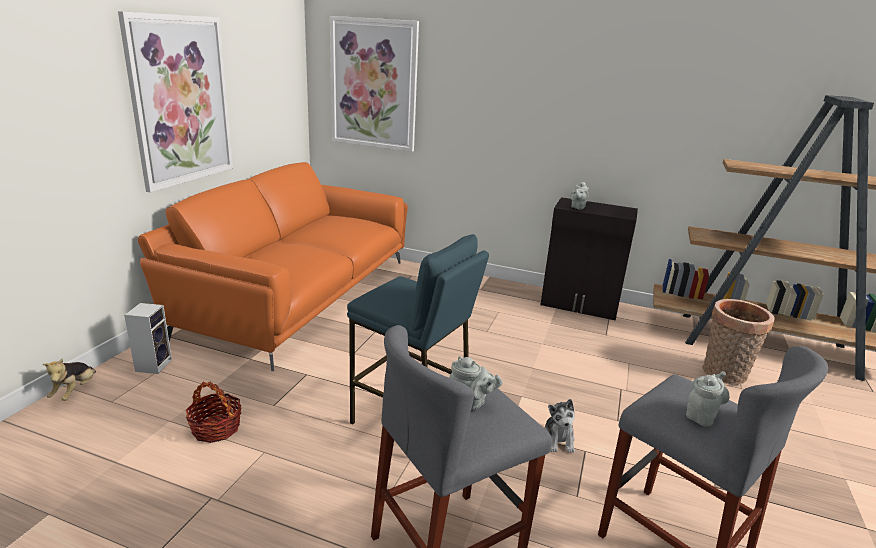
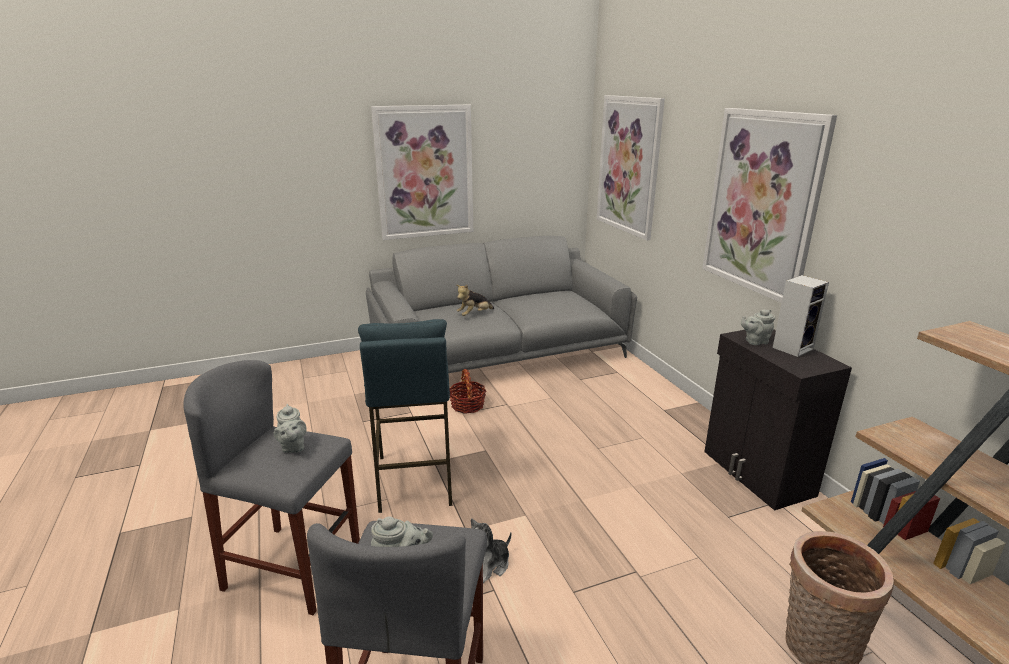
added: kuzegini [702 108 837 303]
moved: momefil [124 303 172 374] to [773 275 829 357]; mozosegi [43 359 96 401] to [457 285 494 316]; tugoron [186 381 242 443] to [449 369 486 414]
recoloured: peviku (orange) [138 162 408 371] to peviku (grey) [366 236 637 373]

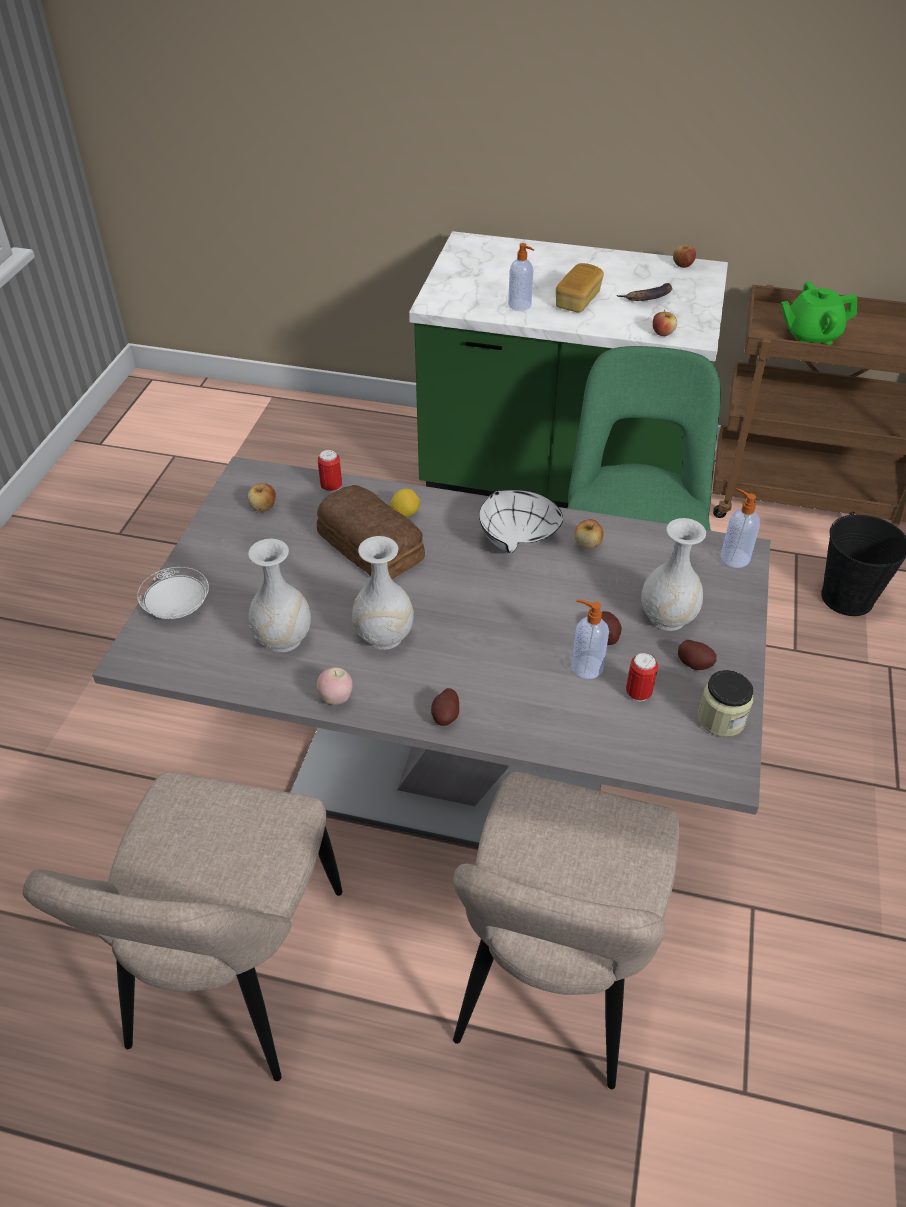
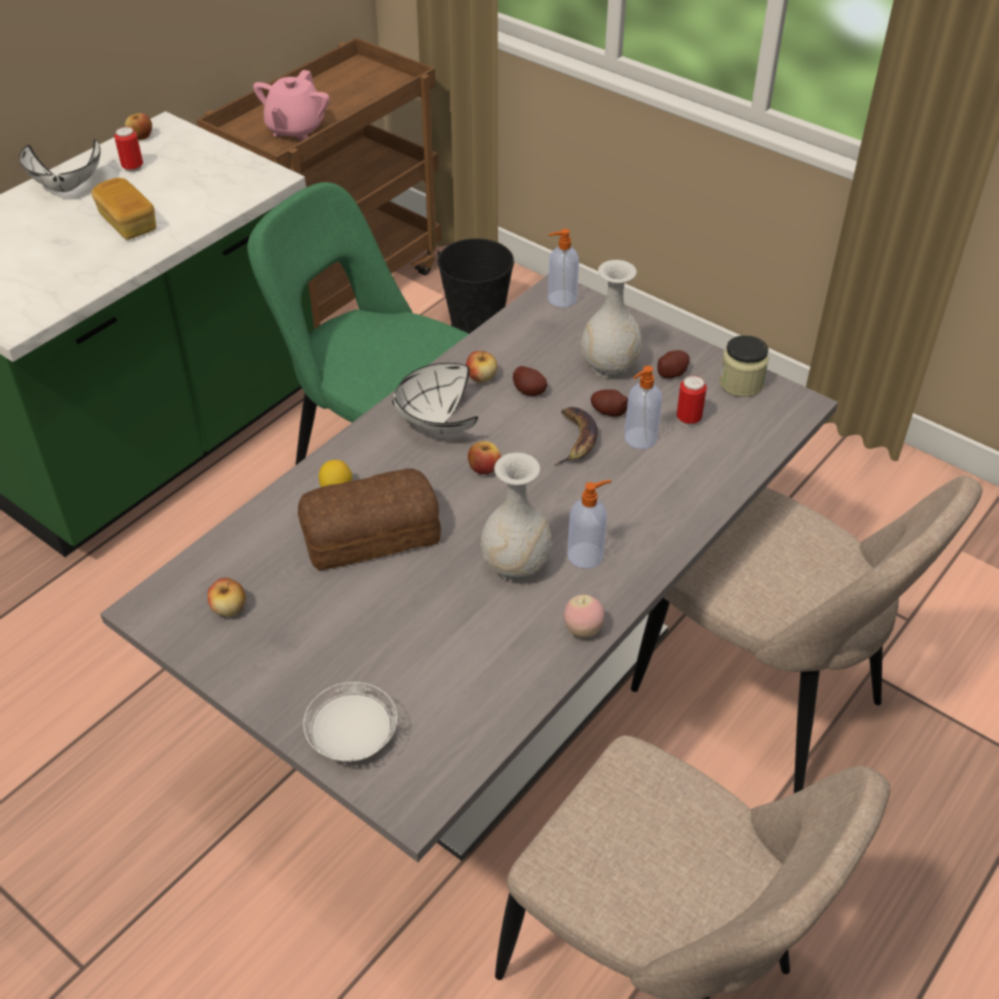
removed: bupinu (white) [248 538 311 652]
added: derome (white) [19 139 100 192]
moved: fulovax [508 243 534 311] to [568 480 611 568]; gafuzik [617 283 672 301] to [554 407 597 466]; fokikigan [652 310 677 336] to [468 441 501 475]; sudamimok [318 449 342 493] to [114 127 143 172]; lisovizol [431 688 459 726] to [513 366 547 396]
recoloured: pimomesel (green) [781 281 857 345] to pimomesel (pink) [253 70 330 141]

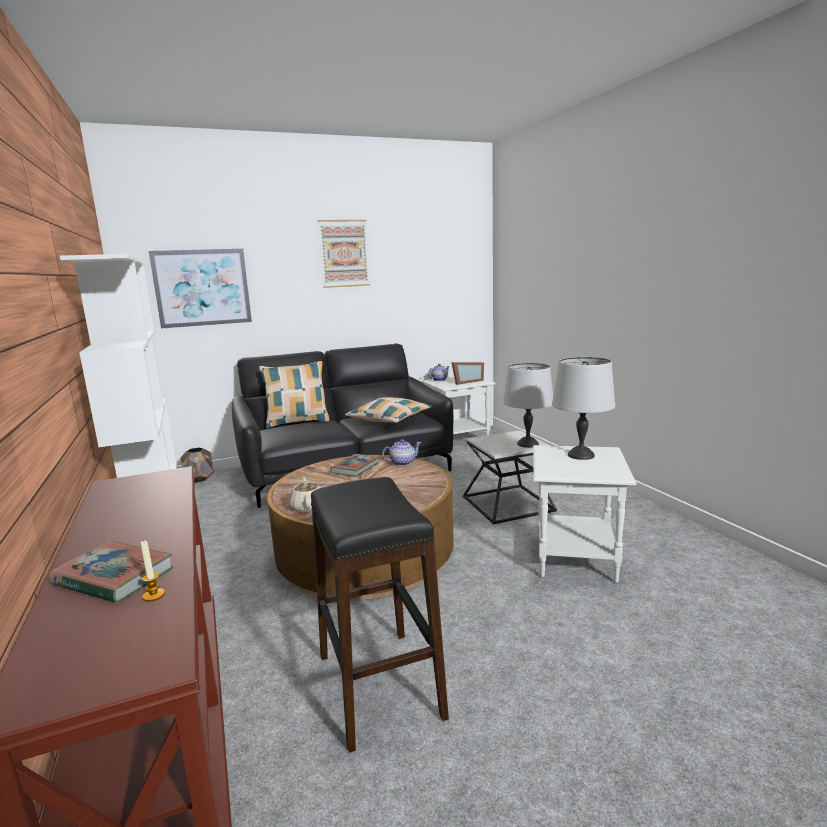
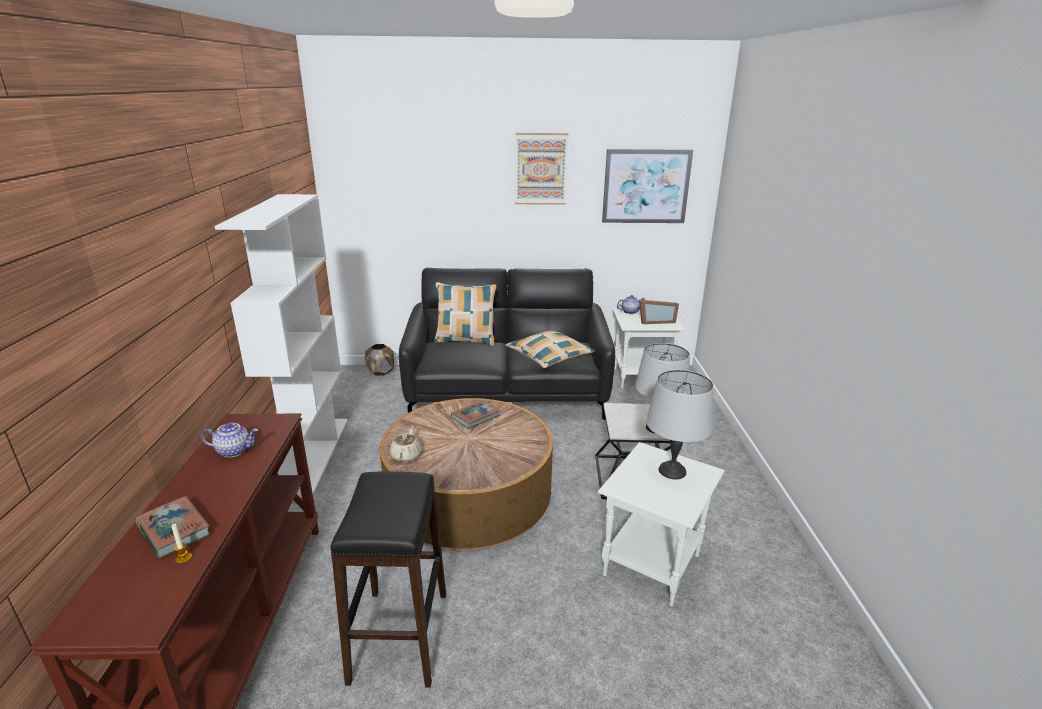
moved: kuzegini [149 249 252 328] to [602 149 693 223]; pimomesel [382 439 421 466] to [201 423 258 458]

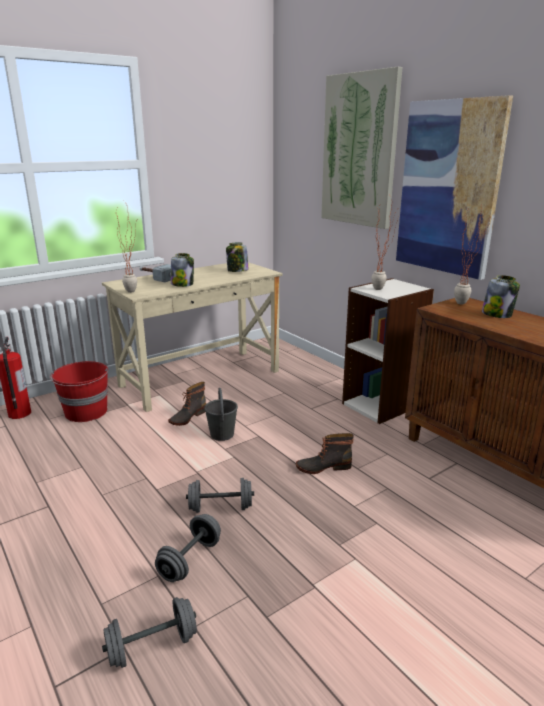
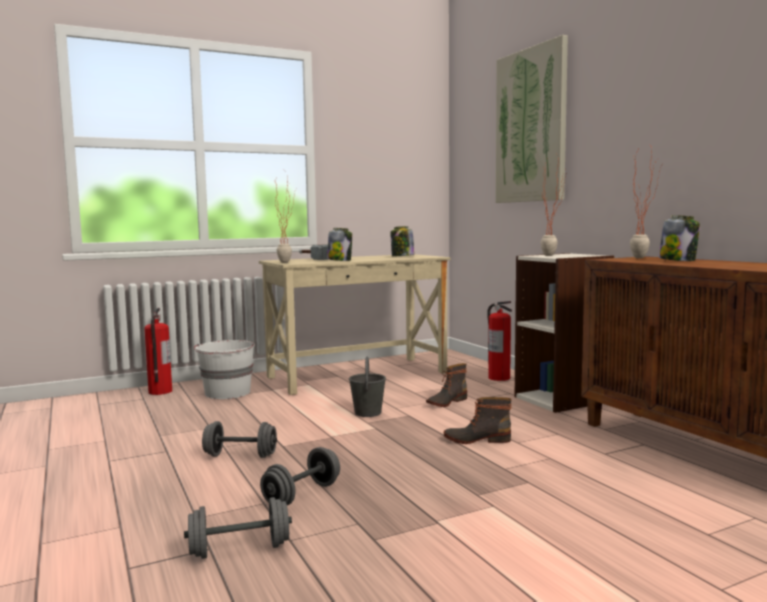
removed: kuzegini [396 95 513 280]
added: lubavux [487 301 512 381]
moved: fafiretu [168 382 206 426] to [426 363 467 407]; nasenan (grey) [186 478 254 513] to [202 421 277 458]
recoloured: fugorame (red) [50 361 108 422] to fugorame (white) [194 340 255 399]

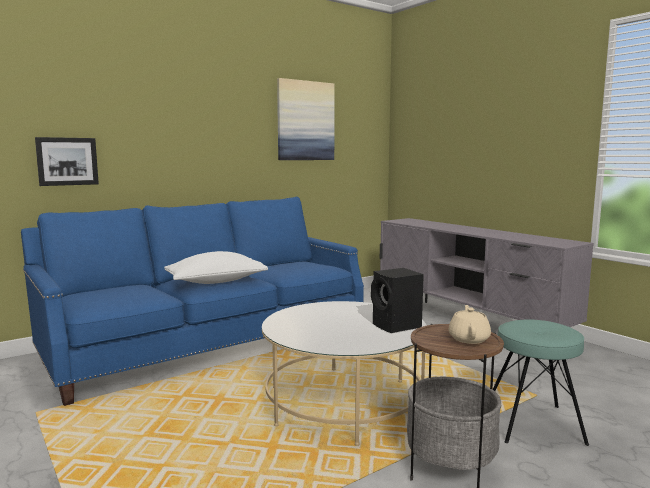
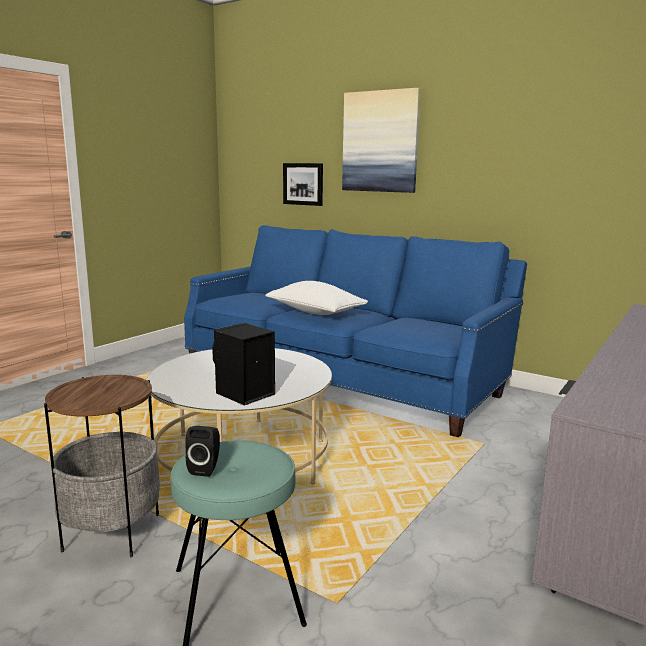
removed: pimomesel (beige) [449 305 491 344]
added: momefil (black) [185 426 220 477]
moved: kuzegini [277 78 335 160] to [342 88 421 193]

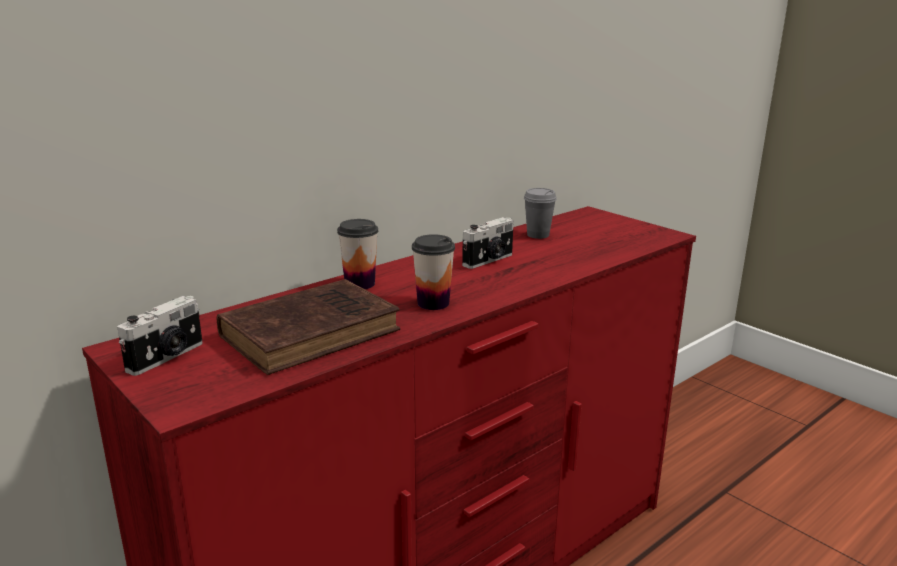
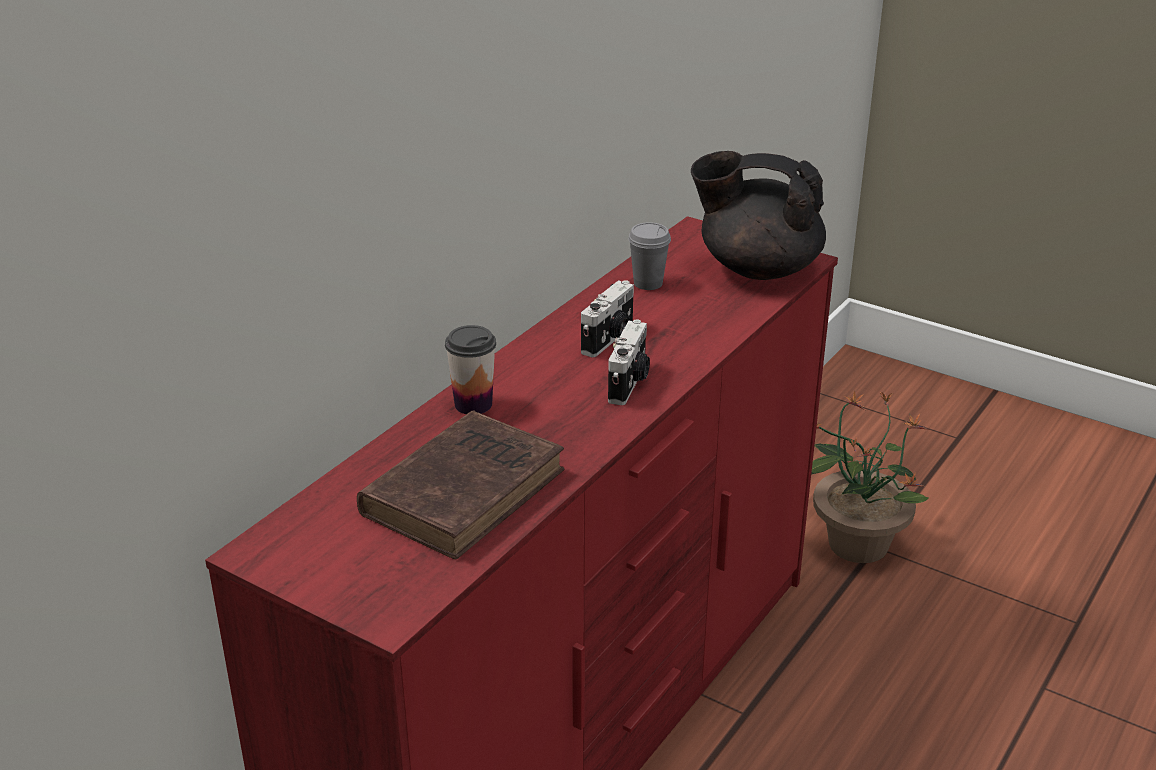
removed: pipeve [412 234 455 310]
added: pimomesel (black) [691 151 826 280]; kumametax [811 391 929 563]
moved: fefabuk [117 296 203 376] to [608 319 650 405]

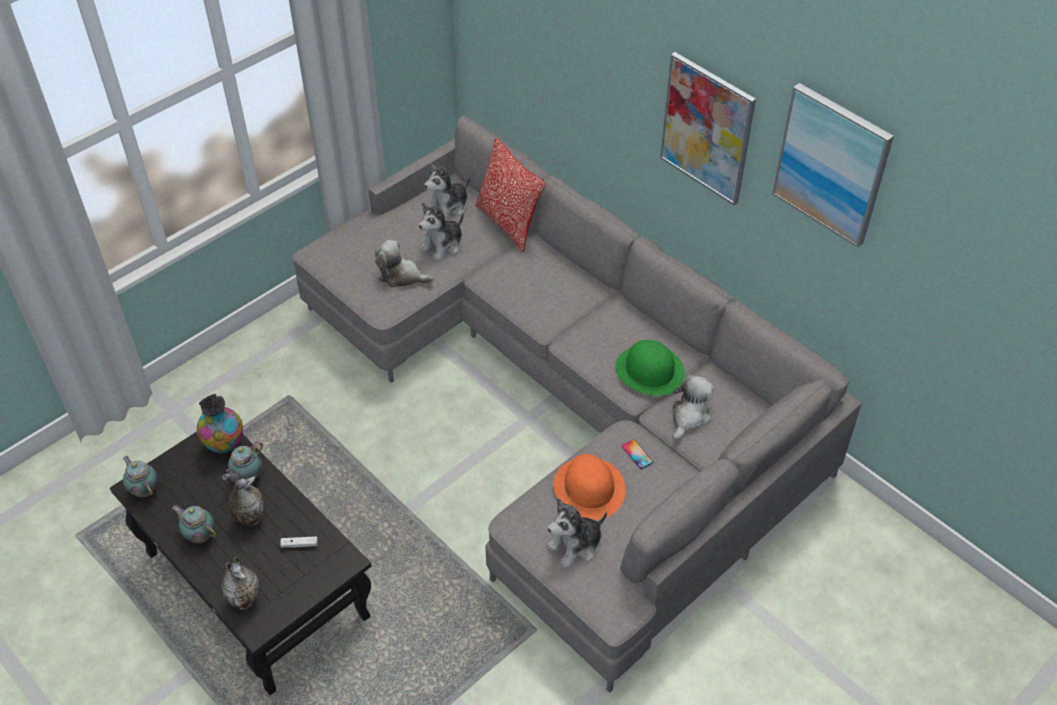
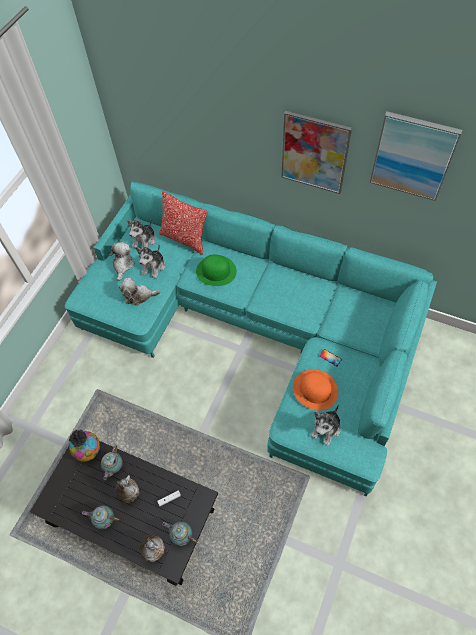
moved: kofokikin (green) [615 340 685 396] to [196 254 237 286]; mozosegi [672 375 714 441] to [109 242 135 281]; pimomesel [123 456 158 497] to [162 521 197 546]
recoloured: peviku (grey) [292 115 862 693] to peviku (turquoise) [65 182 437 497]

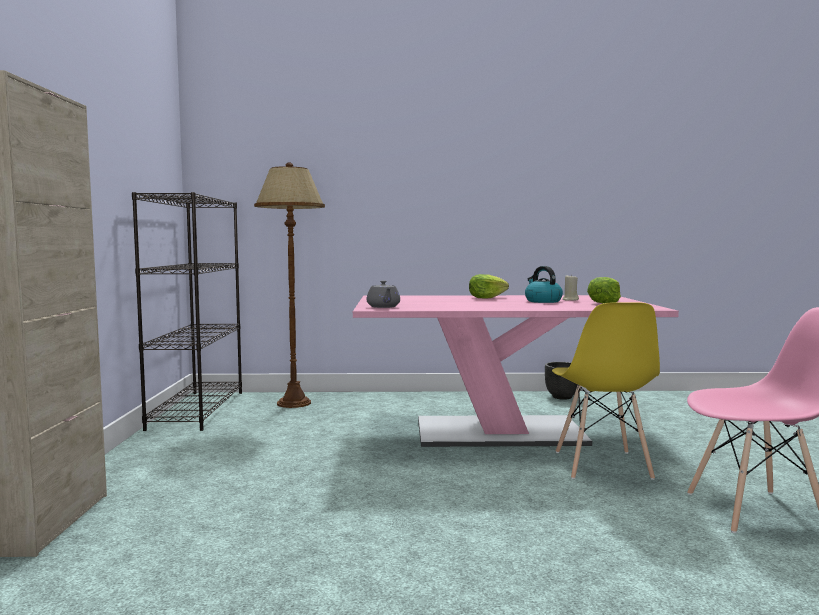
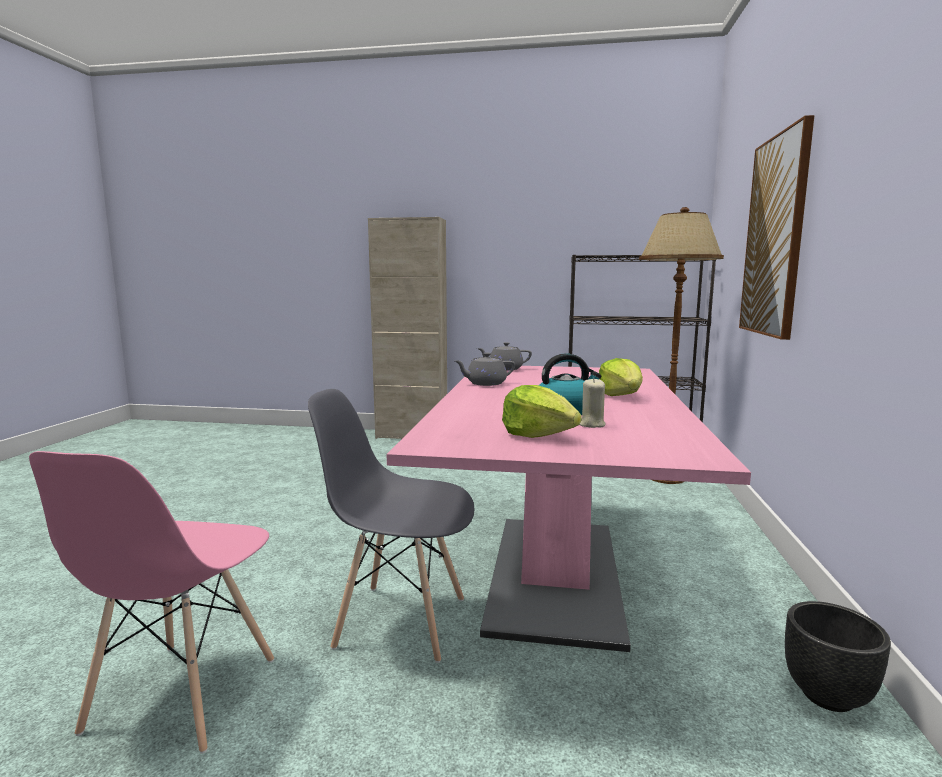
added: kuzegini [739 115 814 340]; pimomesel (grey) [455 353 515 386]
recoloured: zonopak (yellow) [552 302 660 480] to zonopak (grey) [308 389 474 663]

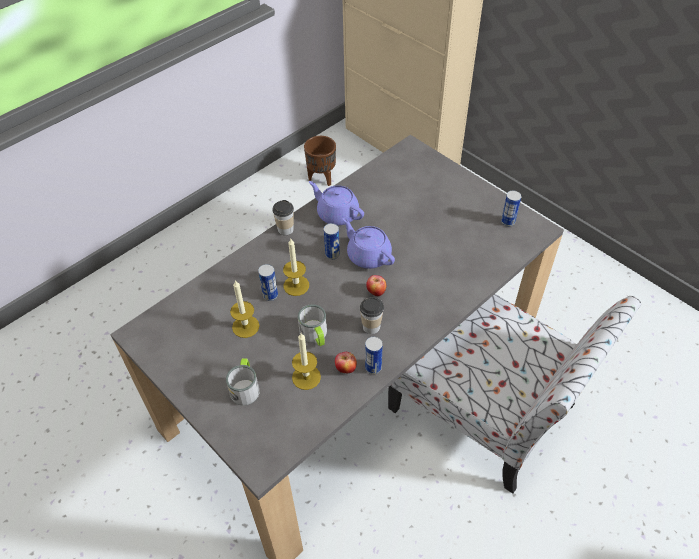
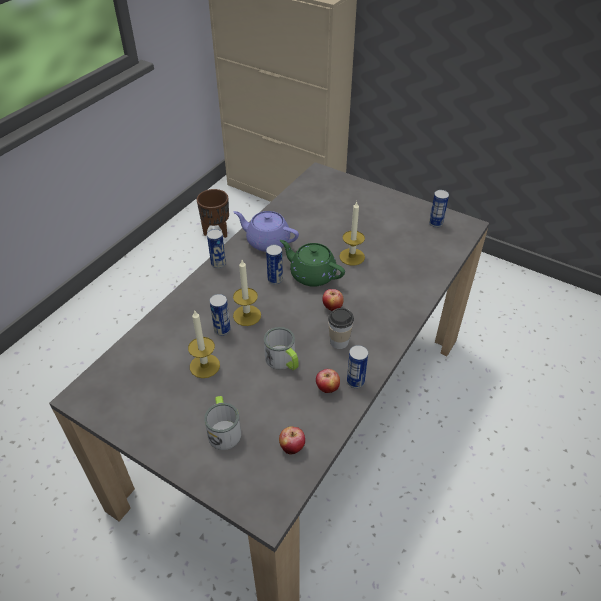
removed: zonopak [388 294 641 493]
added: fokikigan [279 426 305 455]
moved: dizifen [292 333 321 390] to [339 201 365 266]
replaced: pipeve [273 200 294 235] to sudamimok [207 229 226 268]
recoloured: pimomesel (purple) [342 218 395 269] to pimomesel (green) [280 240 345 287]

